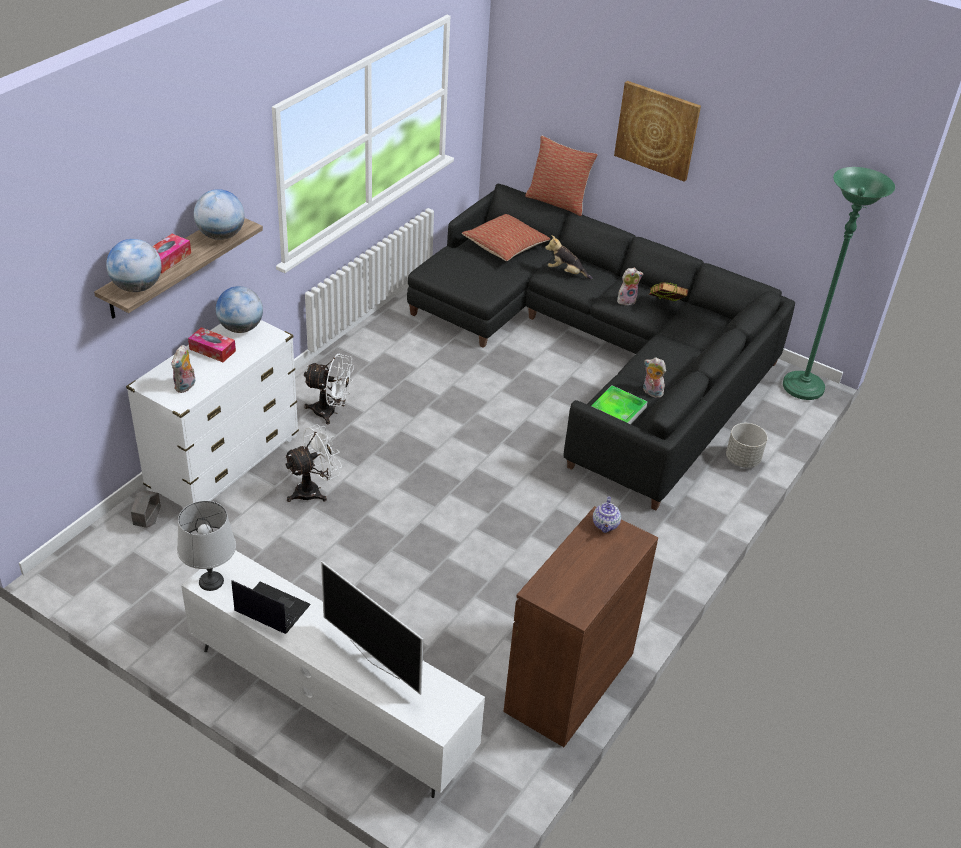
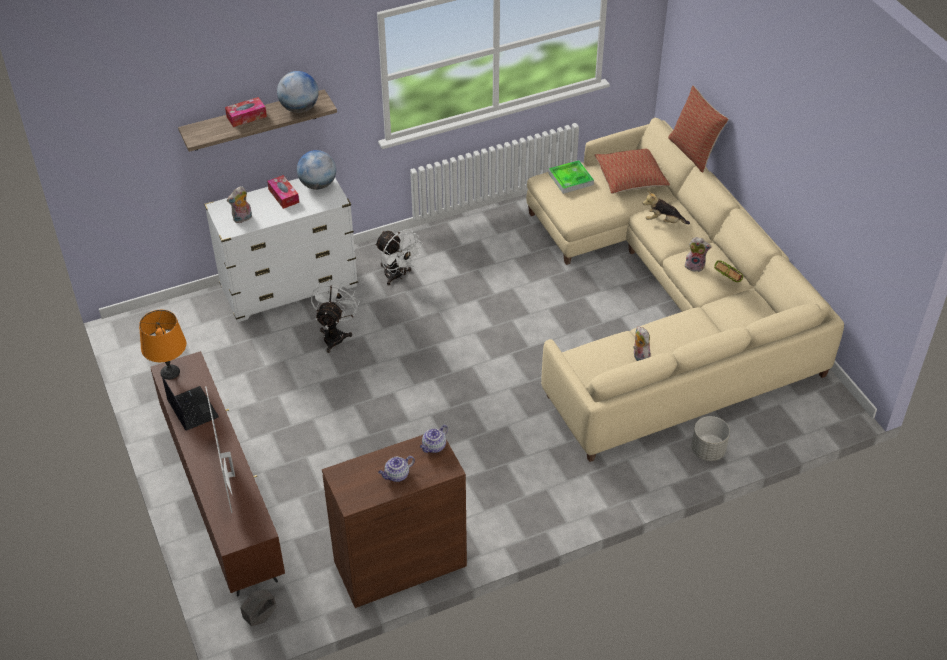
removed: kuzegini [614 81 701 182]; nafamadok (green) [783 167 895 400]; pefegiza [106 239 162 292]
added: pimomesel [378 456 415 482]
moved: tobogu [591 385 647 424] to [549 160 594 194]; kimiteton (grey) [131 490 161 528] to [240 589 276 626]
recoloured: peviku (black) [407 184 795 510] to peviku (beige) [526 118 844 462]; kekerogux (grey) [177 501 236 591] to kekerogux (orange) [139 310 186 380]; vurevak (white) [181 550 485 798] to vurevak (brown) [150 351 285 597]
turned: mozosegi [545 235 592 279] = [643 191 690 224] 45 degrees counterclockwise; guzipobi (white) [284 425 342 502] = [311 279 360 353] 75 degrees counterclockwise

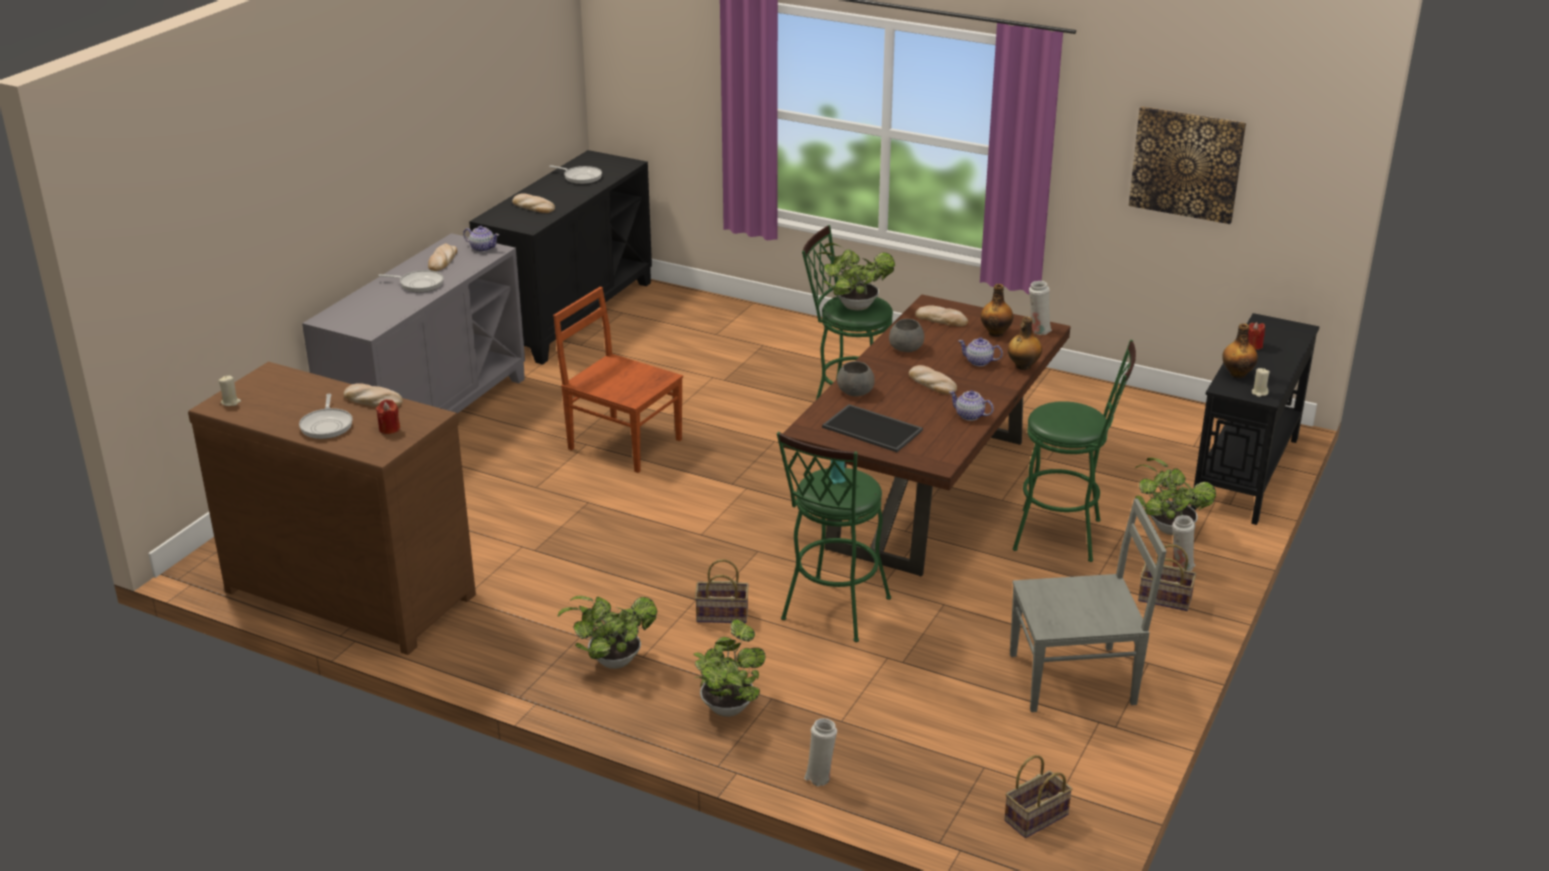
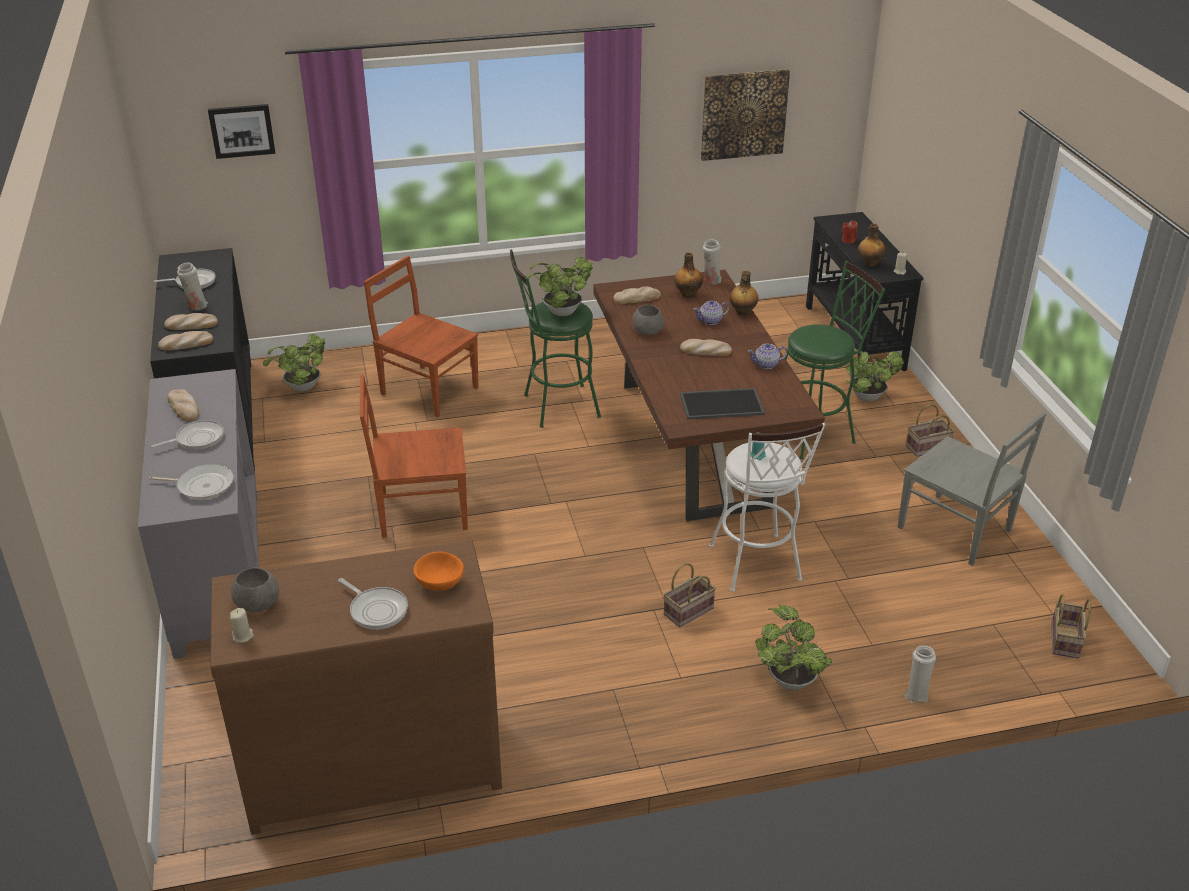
removed: pimomesel [463 226 499 252]
added: kuzegini [208 104 276 159]; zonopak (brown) [364 256 479 417]; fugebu [149 464 234 499]
moved: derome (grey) [837 361 875 396] to [231 567 279 612]; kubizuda [343 383 403 407] to [158 331 213 351]; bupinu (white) [1172 515 1195 571] to [177 262 208 310]; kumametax [558 596 657 669] to [263 334 325 392]
replaced: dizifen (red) [376 399 400 434] to derome (orange) [414 552 464 591]
recoloured: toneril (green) [777 432 891 642] to toneril (white) [709 423 825 592]
turned: zonopak (grey) [1010 498 1167 712] = [898 412 1047 566] 90 degrees clockwise

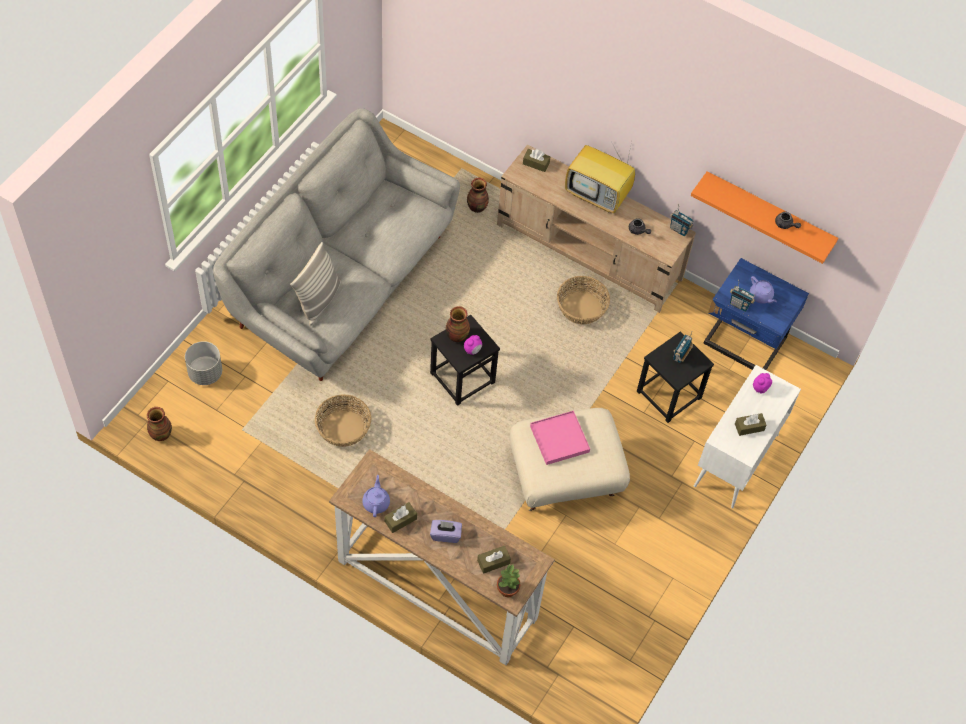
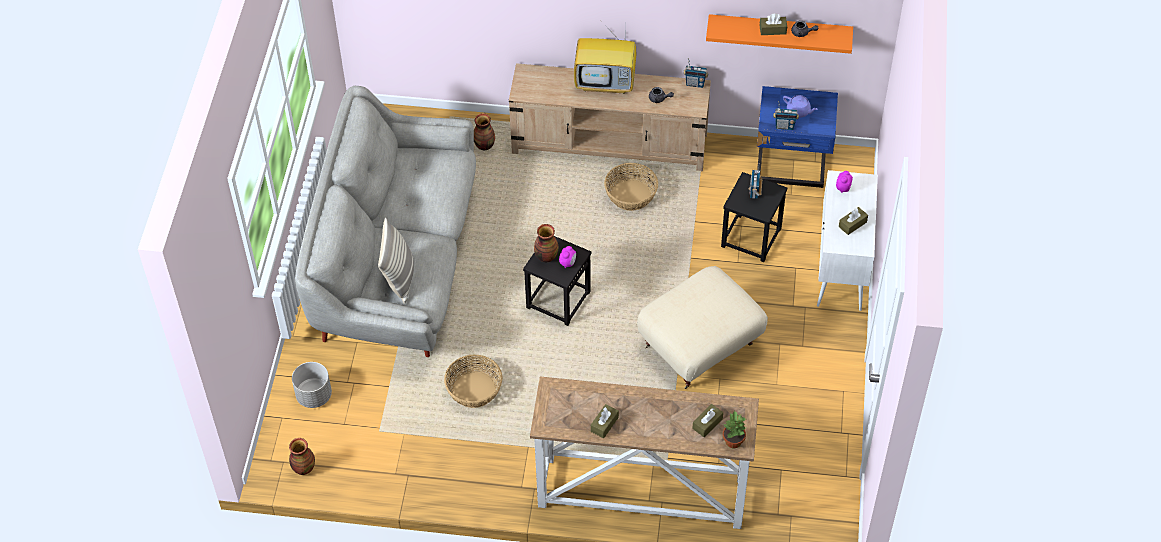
removed: tobogu (pink) [530 411 590 465]; pimomesel (purple) [362 475 390 517]; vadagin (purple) [430 520 462 543]
moved: vadagin (brown) [523 149 550 172] to [759 13 787 35]

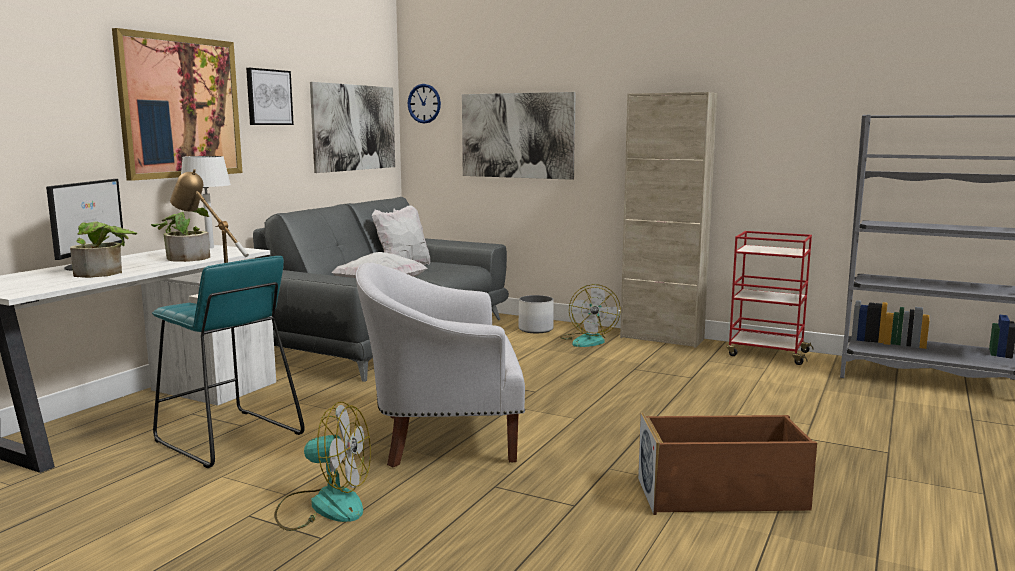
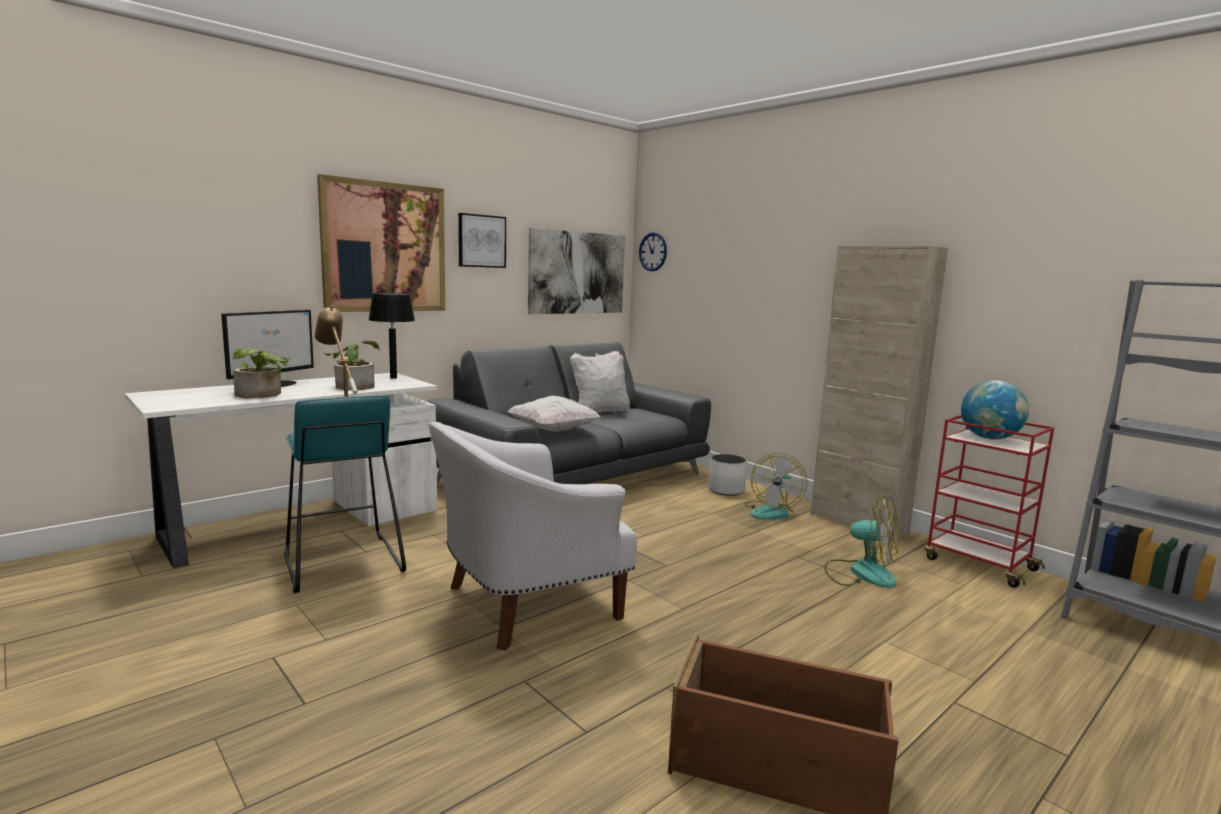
removed: kuzegini [462 92 576 180]
added: pefegiza [961 380 1029 440]
moved: guzipobi [274 402 371 531] to [825 496 898 588]
recoloured: kekerogux (white) [181 156 231 248] to kekerogux (black) [369 293 415 379]
turned: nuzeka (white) [356 263 525 467] = [429 422 637 651] 45 degrees counterclockwise

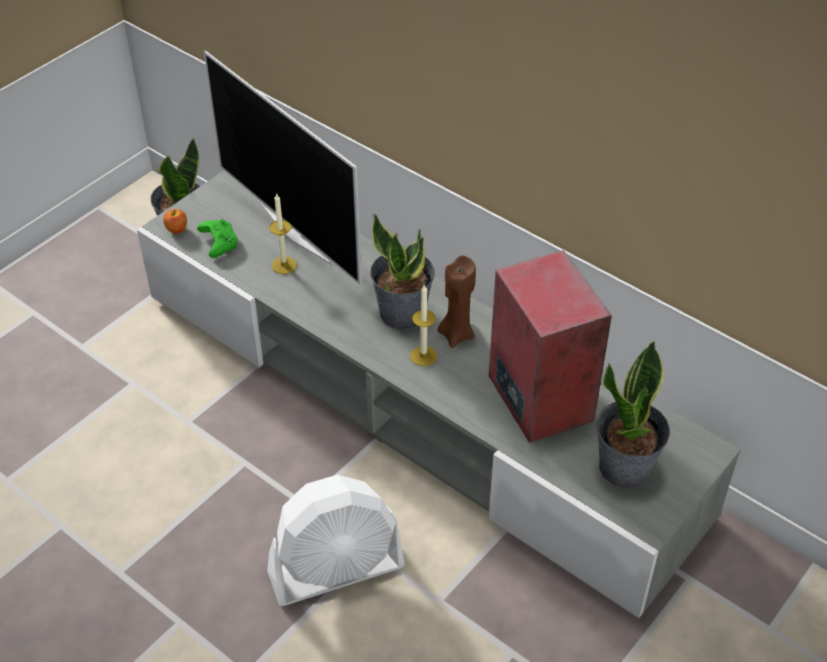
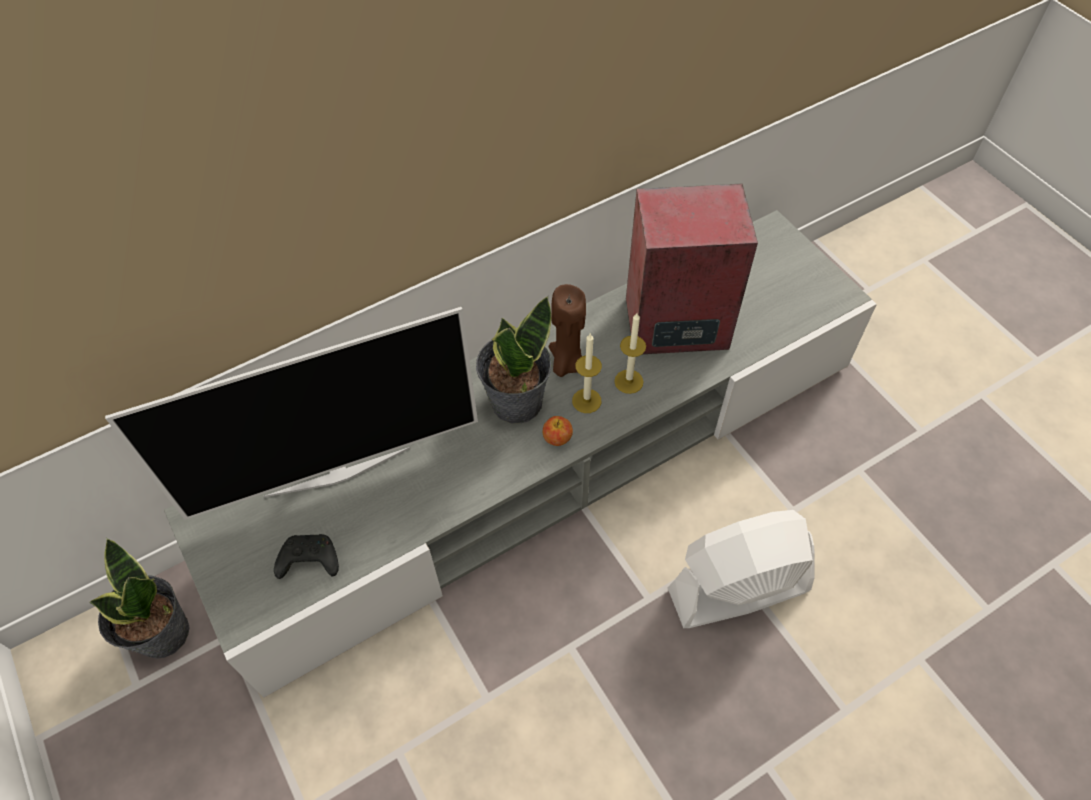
removed: kumametax [596 341 670 488]
moved: dizifen [269 194 297 274] to [614 313 646 394]; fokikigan [163 209 187 234] to [542 416 573 446]
recoloured: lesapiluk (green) [197 219 238 258] to lesapiluk (black) [274 534 339 579]
turned: guzipobi (white) [267 475 405 606] = [667 510 815 628] 105 degrees counterclockwise

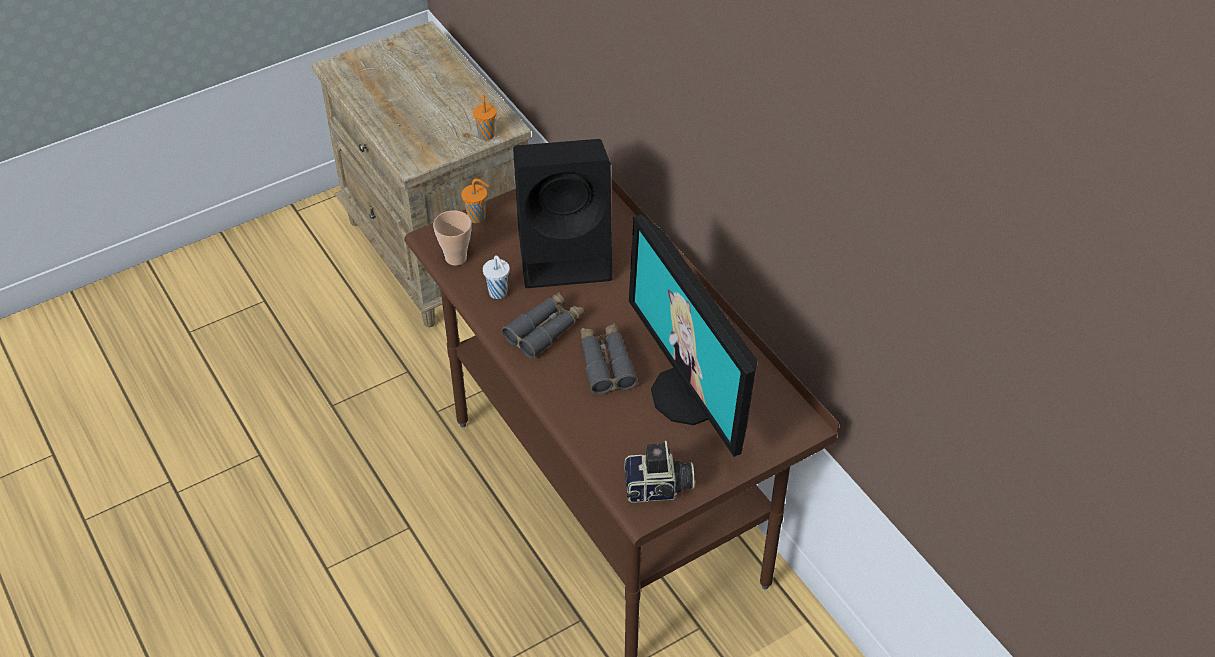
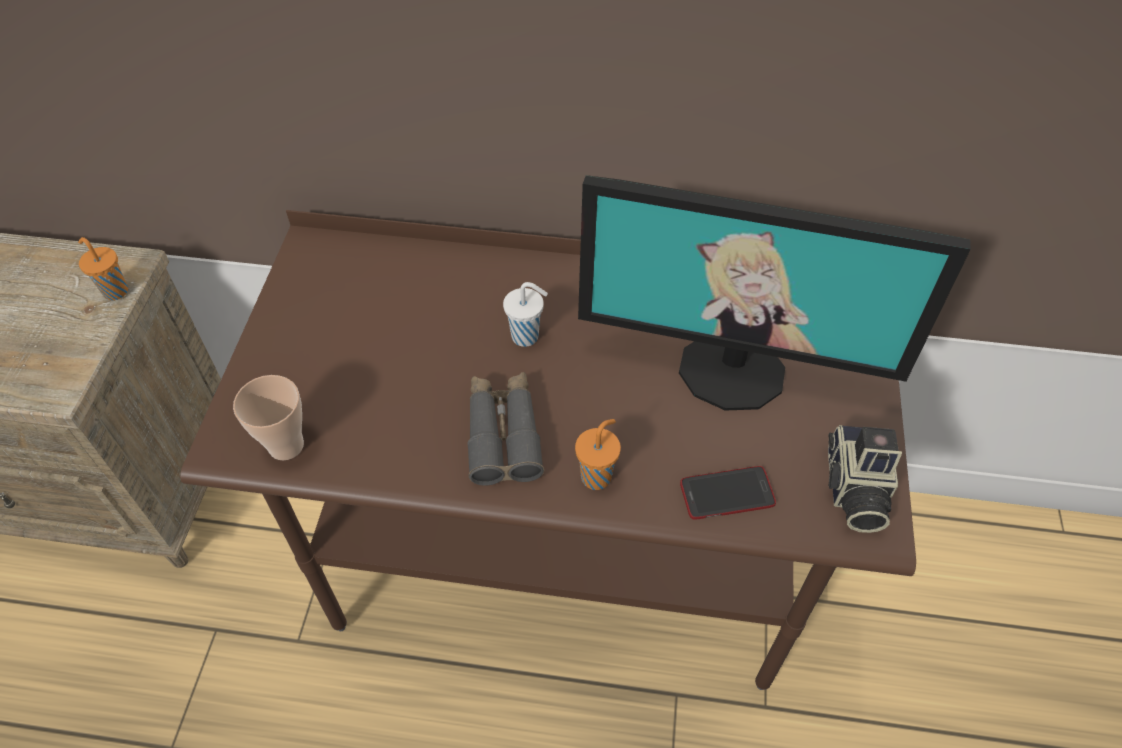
removed: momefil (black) [513 139 612 288]; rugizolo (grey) [580 323 638 394]
added: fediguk [680 466 776 520]
moved: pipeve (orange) [462 179 489 223] to [575 419 621 490]; pipeve (white) [483 255 510 299] to [503 282 548 347]
turned: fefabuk [624 441 695 503] = [828 425 902 533] 150 degrees clockwise

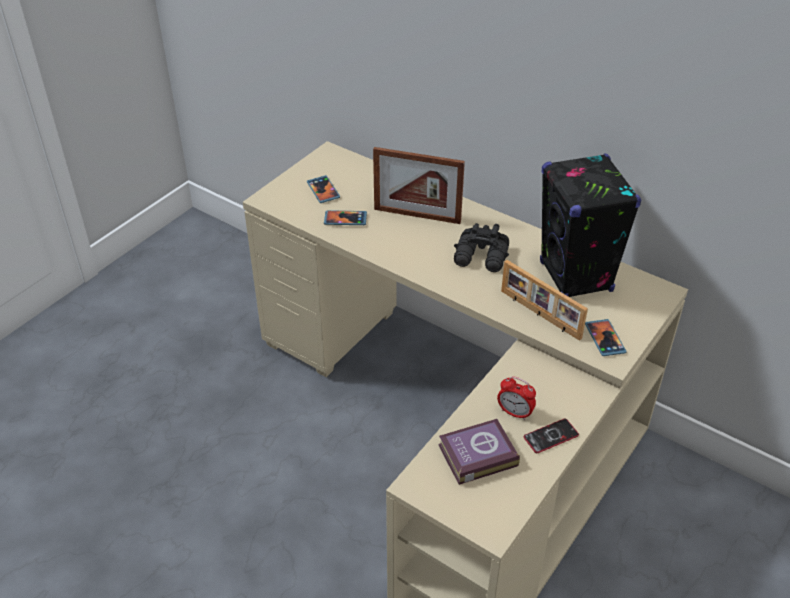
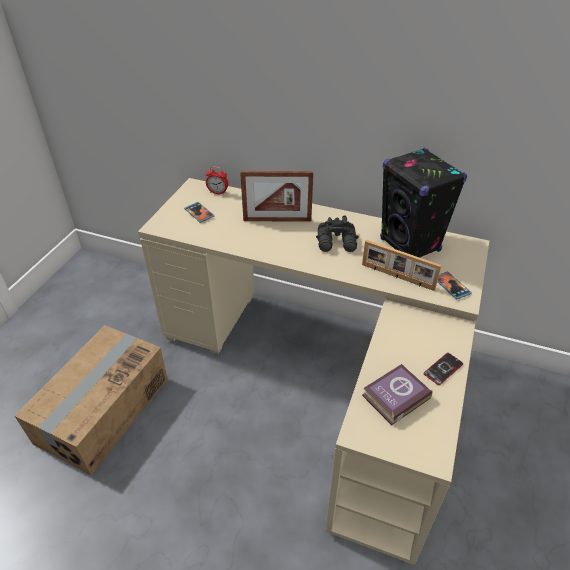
removed: fediguk [324 210 367 225]
added: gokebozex [15 325 168 475]
moved: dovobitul [497 376 536 420] to [206 166 228 195]

